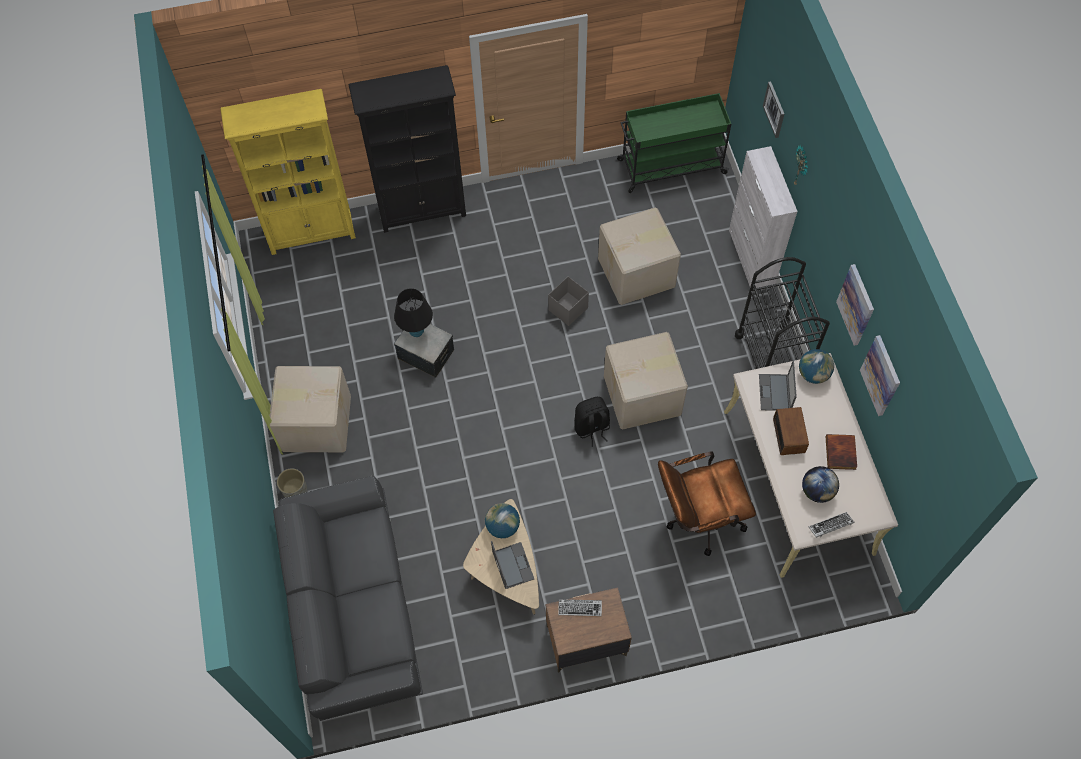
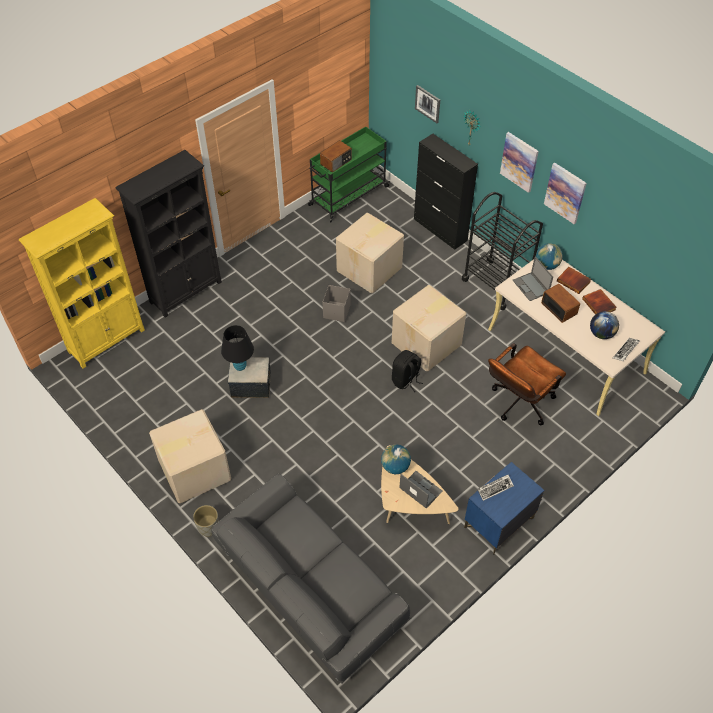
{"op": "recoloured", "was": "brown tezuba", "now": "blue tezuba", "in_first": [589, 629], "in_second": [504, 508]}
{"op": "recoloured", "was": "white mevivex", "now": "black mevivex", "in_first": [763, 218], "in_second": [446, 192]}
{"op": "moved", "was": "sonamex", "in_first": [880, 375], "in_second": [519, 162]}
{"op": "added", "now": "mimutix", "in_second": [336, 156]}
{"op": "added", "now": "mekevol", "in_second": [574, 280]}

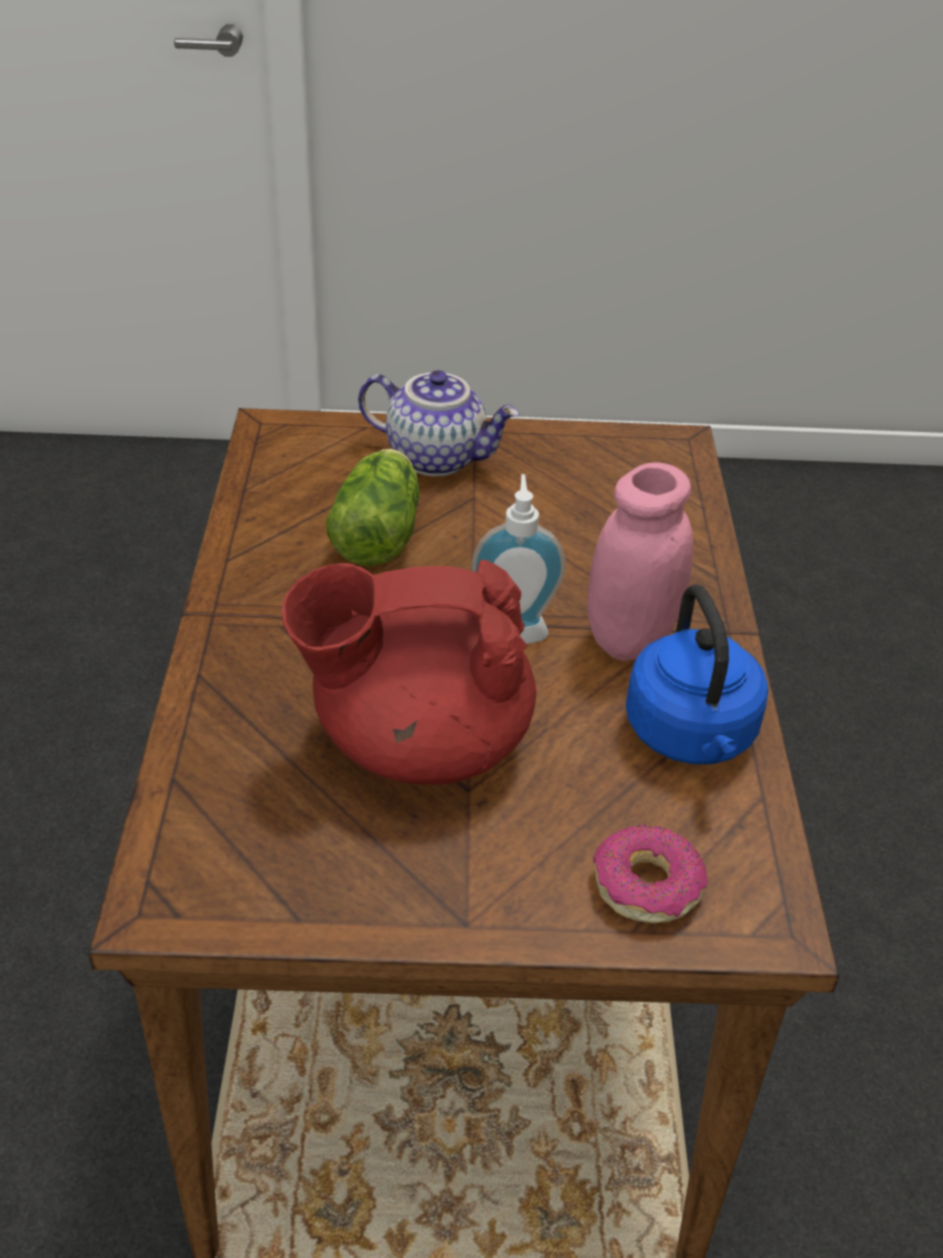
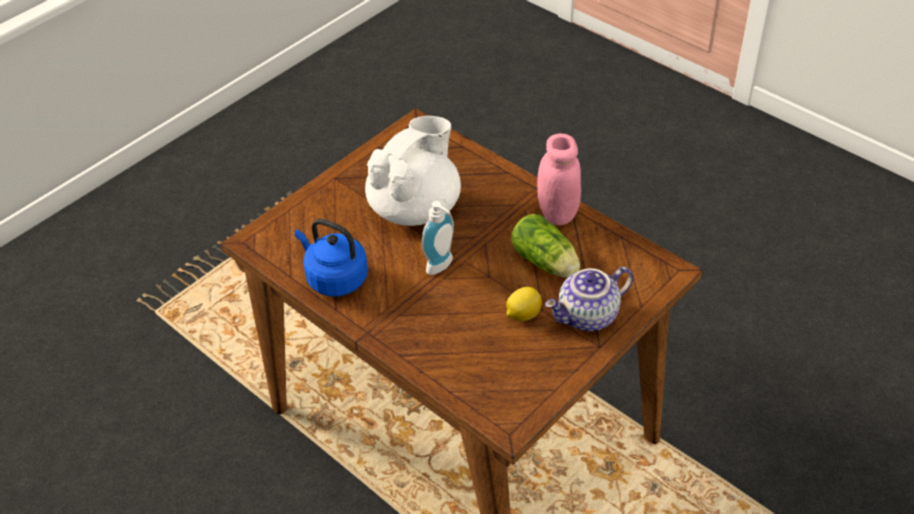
{"op": "recoloured", "was": "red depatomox", "now": "white depatomox", "in_first": [409, 672], "in_second": [413, 171]}
{"op": "moved", "was": "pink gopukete", "in_first": [640, 561], "in_second": [559, 180]}
{"op": "removed", "was": "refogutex", "in_first": [650, 874]}
{"op": "added", "now": "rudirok", "in_second": [524, 304]}

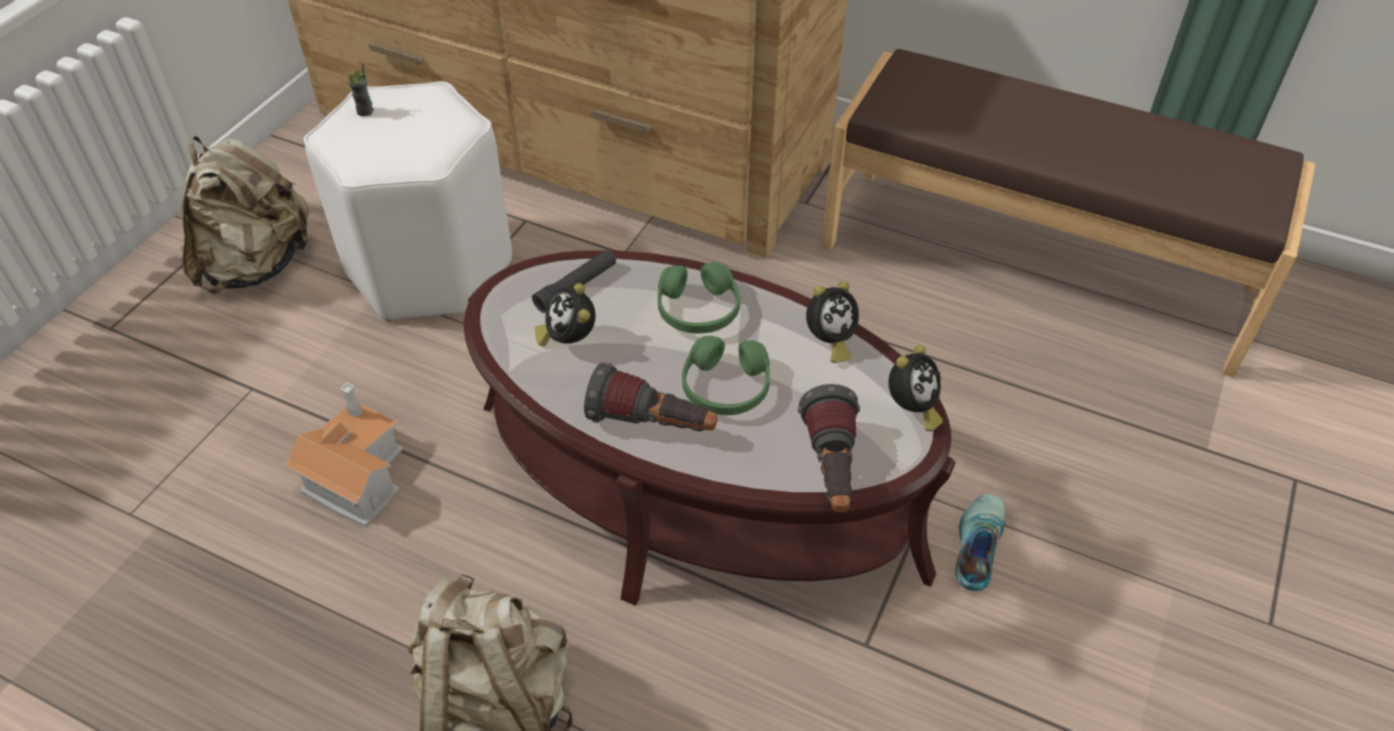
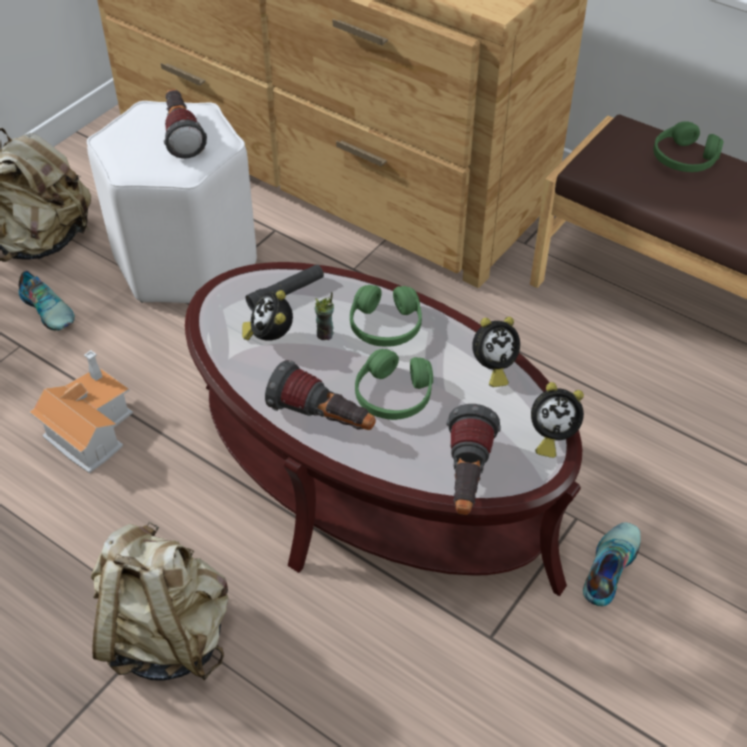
{"op": "moved", "was": "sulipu", "in_first": [360, 89], "in_second": [324, 316]}
{"op": "turned", "was": "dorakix", "in_first": [915, 388], "in_second": [557, 420], "clockwise": 45}
{"op": "added", "now": "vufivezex", "in_second": [47, 301]}
{"op": "added", "now": "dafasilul", "in_second": [185, 124]}
{"op": "added", "now": "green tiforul", "in_second": [688, 146]}

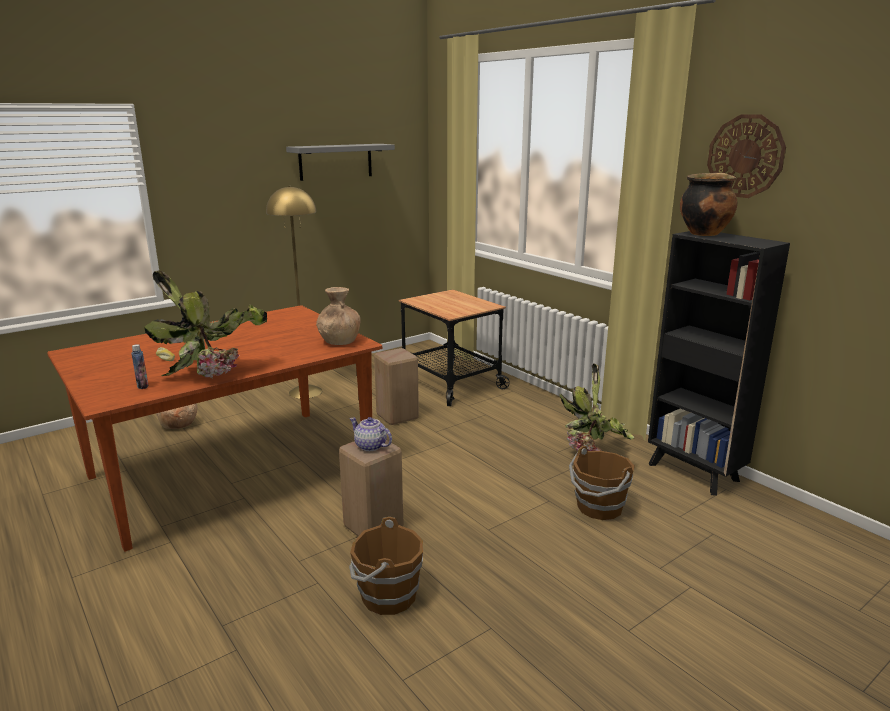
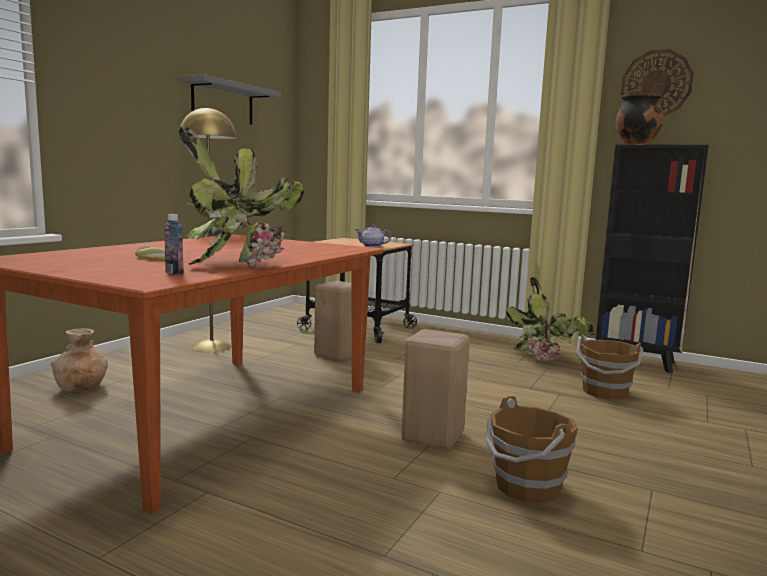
{"op": "removed", "was": "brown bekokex", "in_first": [338, 316]}
{"op": "moved", "was": "depatomox", "in_first": [371, 434], "in_second": [373, 236]}

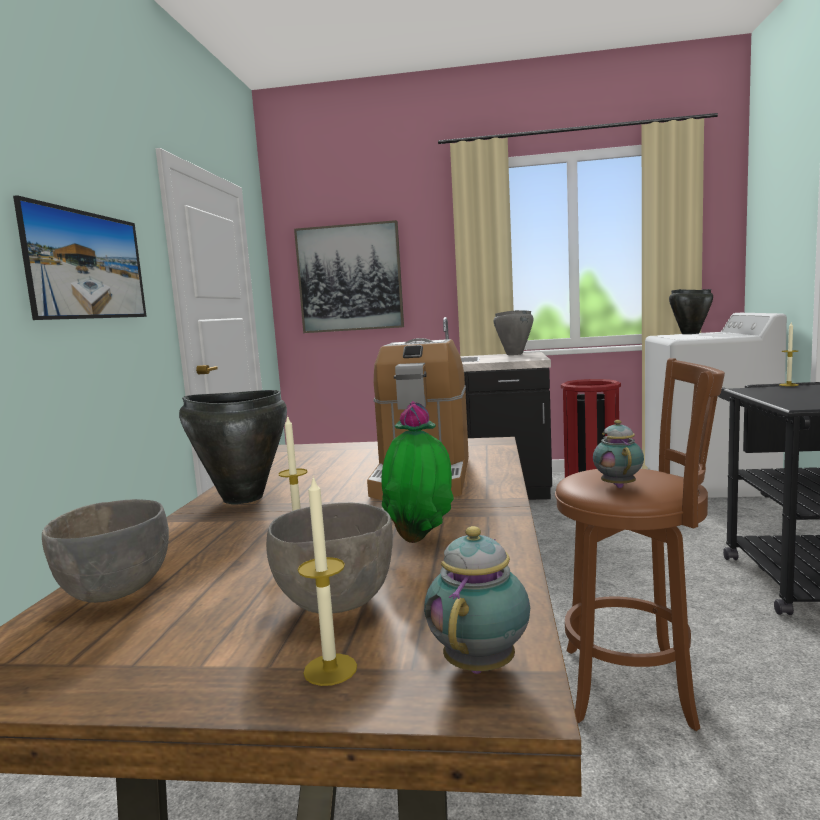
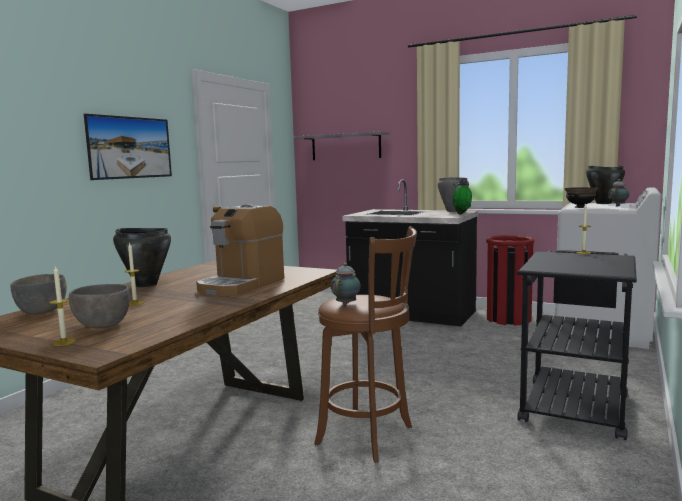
{"op": "replaced", "was": "sonamex", "now": "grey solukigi", "in_first": [349, 276], "in_second": [342, 145]}
{"op": "moved", "was": "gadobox", "in_first": [417, 472], "in_second": [462, 196]}
{"op": "moved", "was": "depatomox", "in_first": [477, 600], "in_second": [618, 193]}
{"op": "added", "now": "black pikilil", "in_second": [581, 197]}

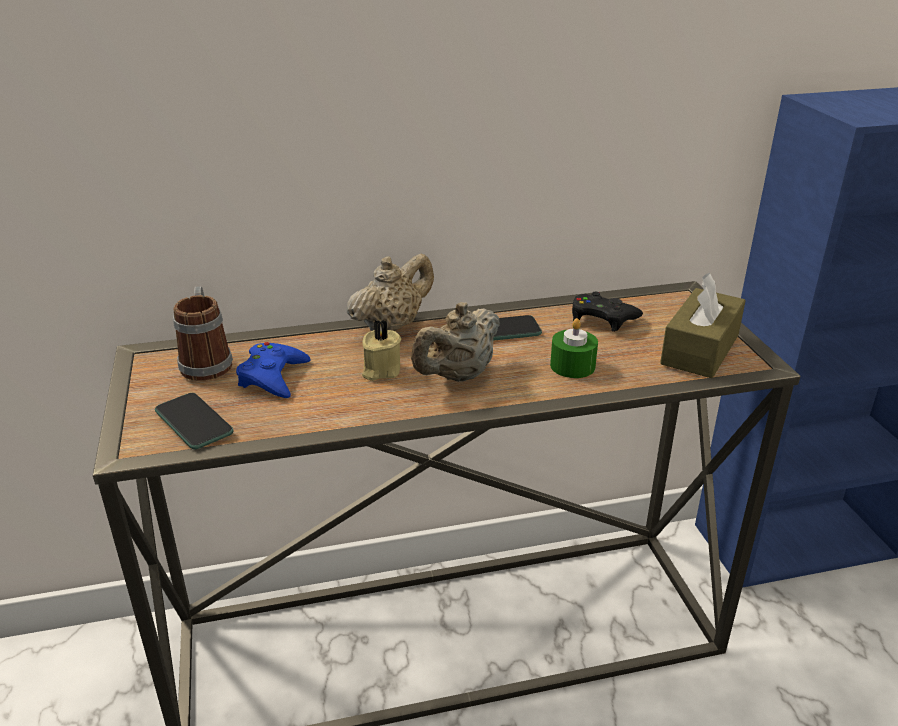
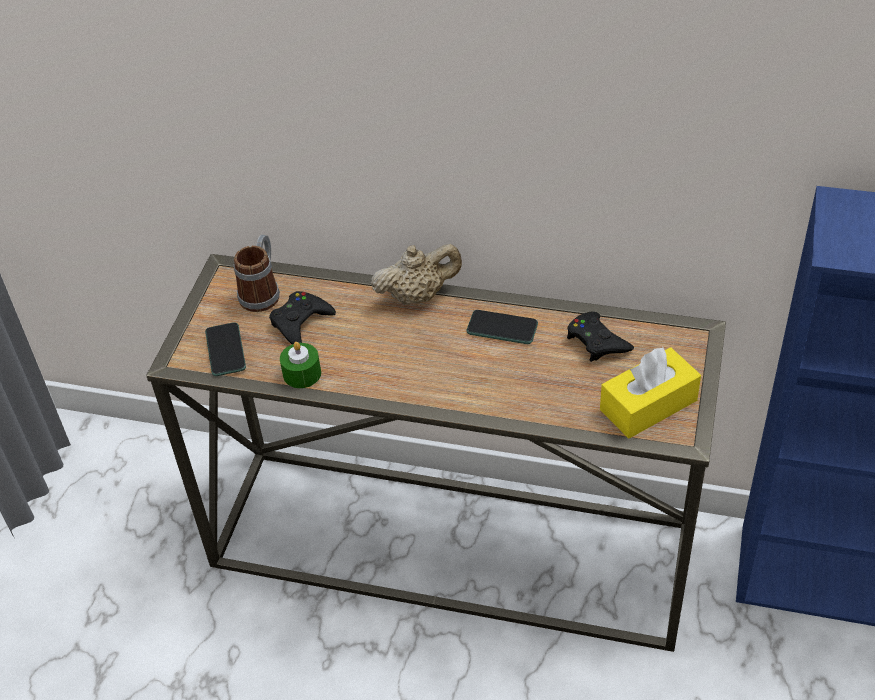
{"op": "recoloured", "was": "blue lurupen", "now": "black lurupen", "in_first": [273, 370], "in_second": [302, 317]}
{"op": "removed", "was": "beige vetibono", "in_first": [381, 350]}
{"op": "removed", "was": "beige depatomox", "in_first": [455, 342]}
{"op": "moved", "was": "green vetibono", "in_first": [574, 348], "in_second": [300, 365]}
{"op": "recoloured", "was": "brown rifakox", "now": "yellow rifakox", "in_first": [703, 325], "in_second": [650, 393]}

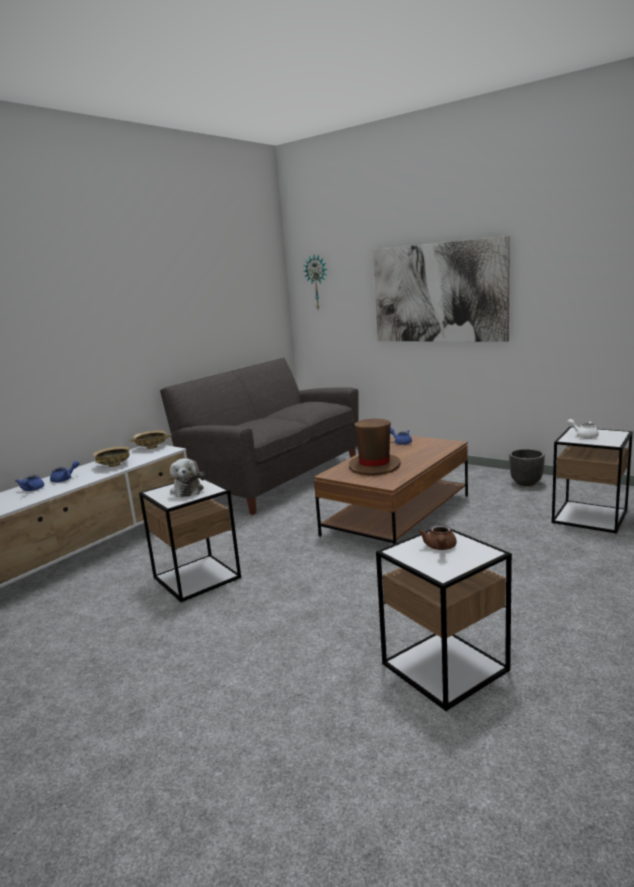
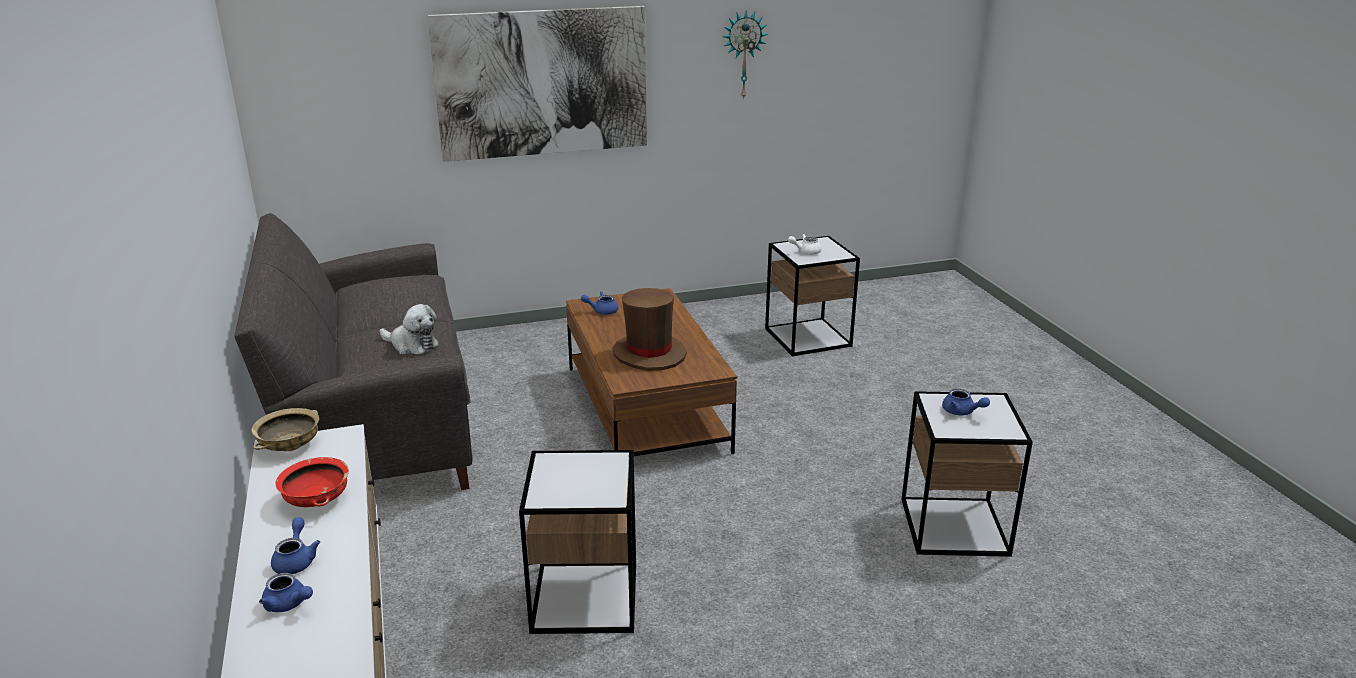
{"op": "recoloured", "was": "beige pikilil", "now": "red pikilil", "in_first": [111, 456], "in_second": [312, 482]}
{"op": "moved", "was": "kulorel", "in_first": [187, 477], "in_second": [409, 329]}
{"op": "moved", "was": "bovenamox", "in_first": [315, 282], "in_second": [745, 55]}
{"op": "recoloured", "was": "brown depatomox", "now": "blue depatomox", "in_first": [437, 537], "in_second": [966, 402]}
{"op": "removed", "was": "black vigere", "in_first": [527, 467]}

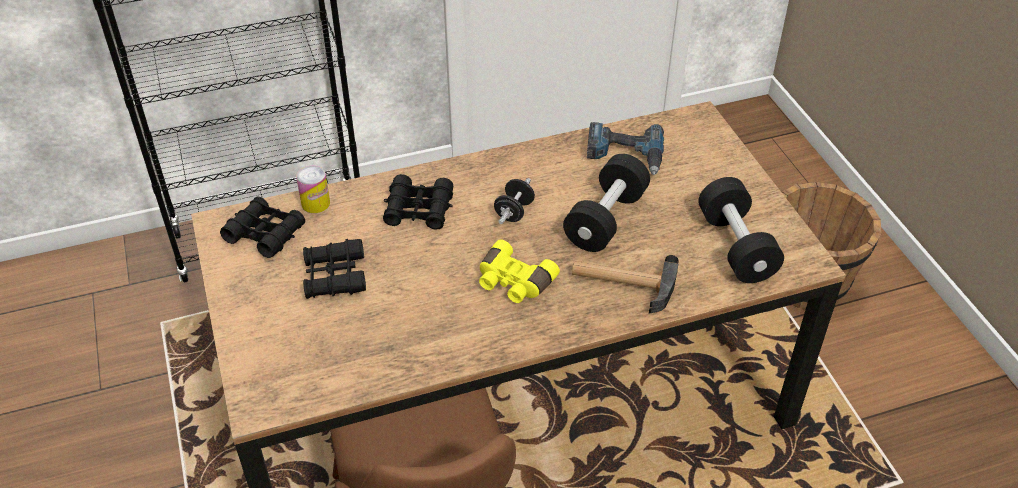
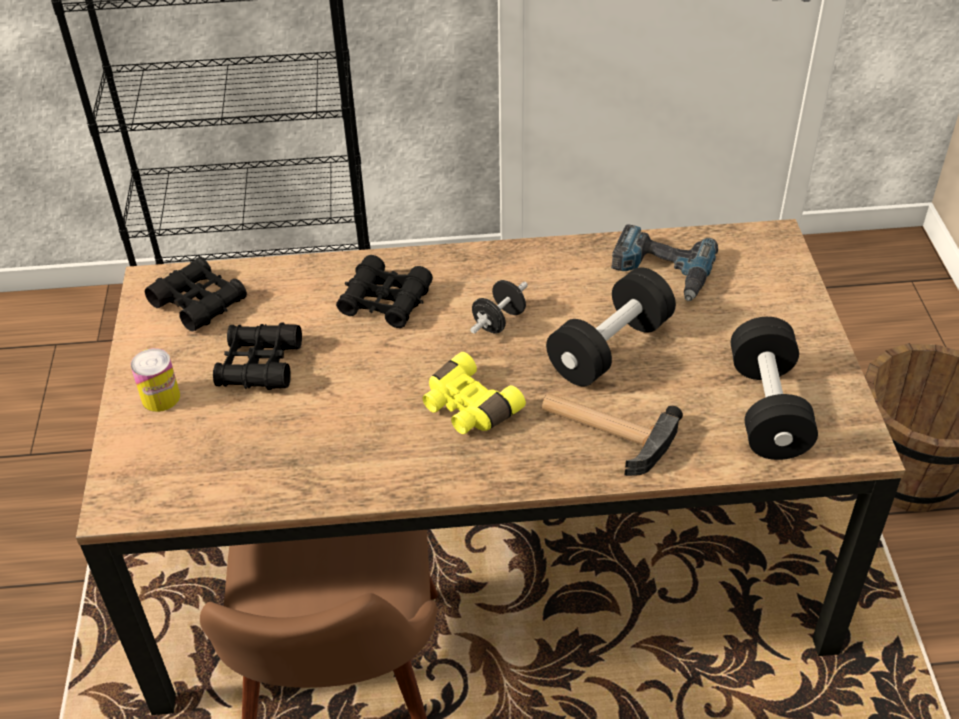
{"op": "moved", "was": "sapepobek", "in_first": [313, 189], "in_second": [155, 380]}

